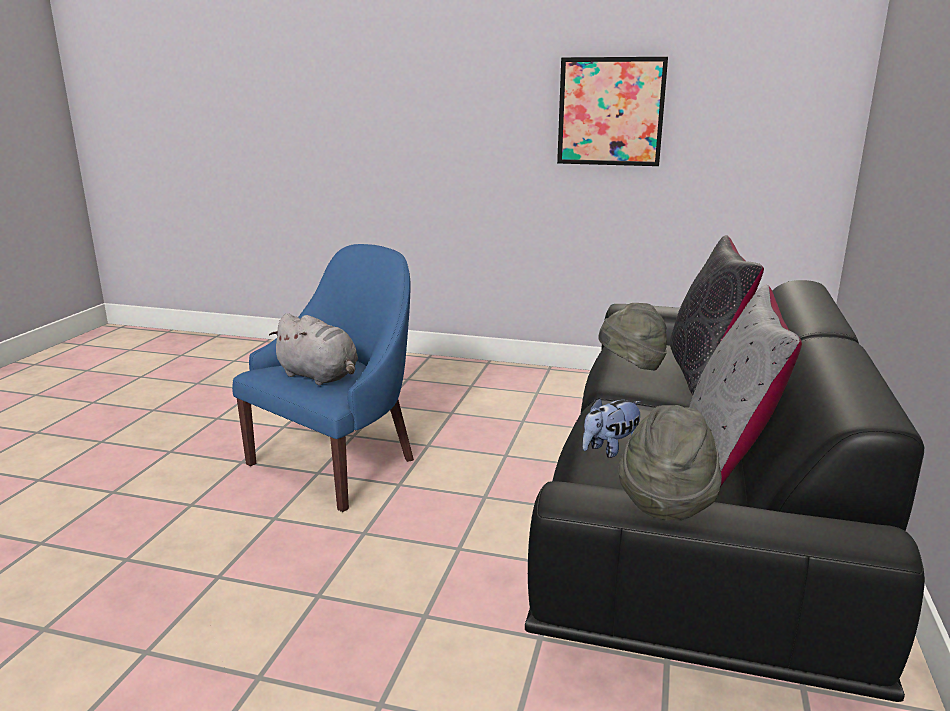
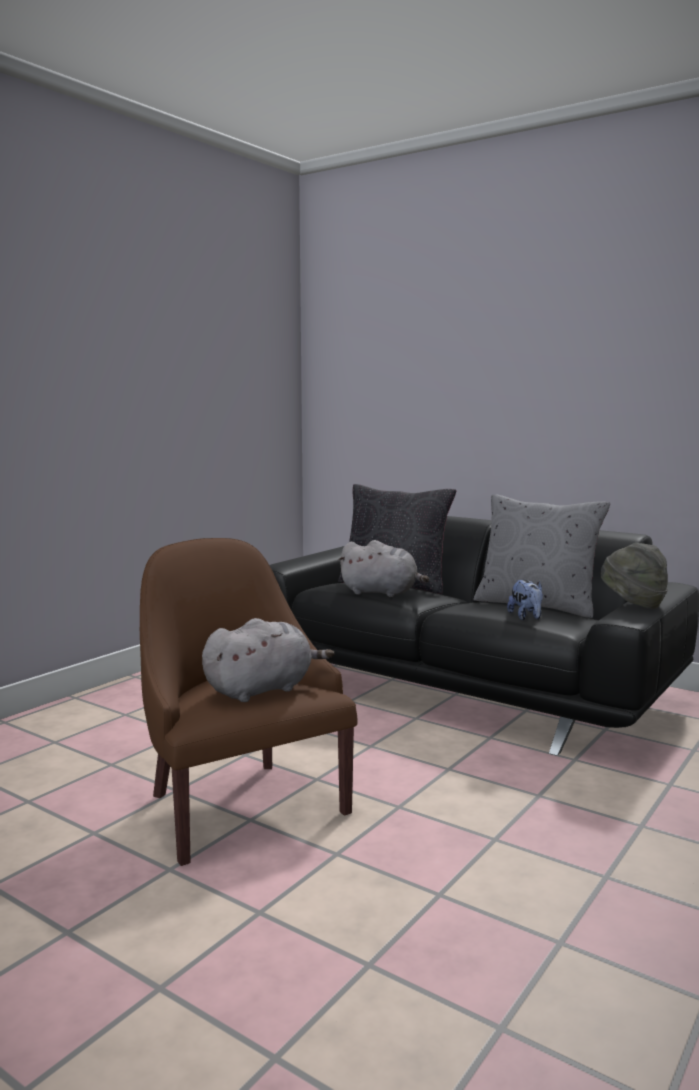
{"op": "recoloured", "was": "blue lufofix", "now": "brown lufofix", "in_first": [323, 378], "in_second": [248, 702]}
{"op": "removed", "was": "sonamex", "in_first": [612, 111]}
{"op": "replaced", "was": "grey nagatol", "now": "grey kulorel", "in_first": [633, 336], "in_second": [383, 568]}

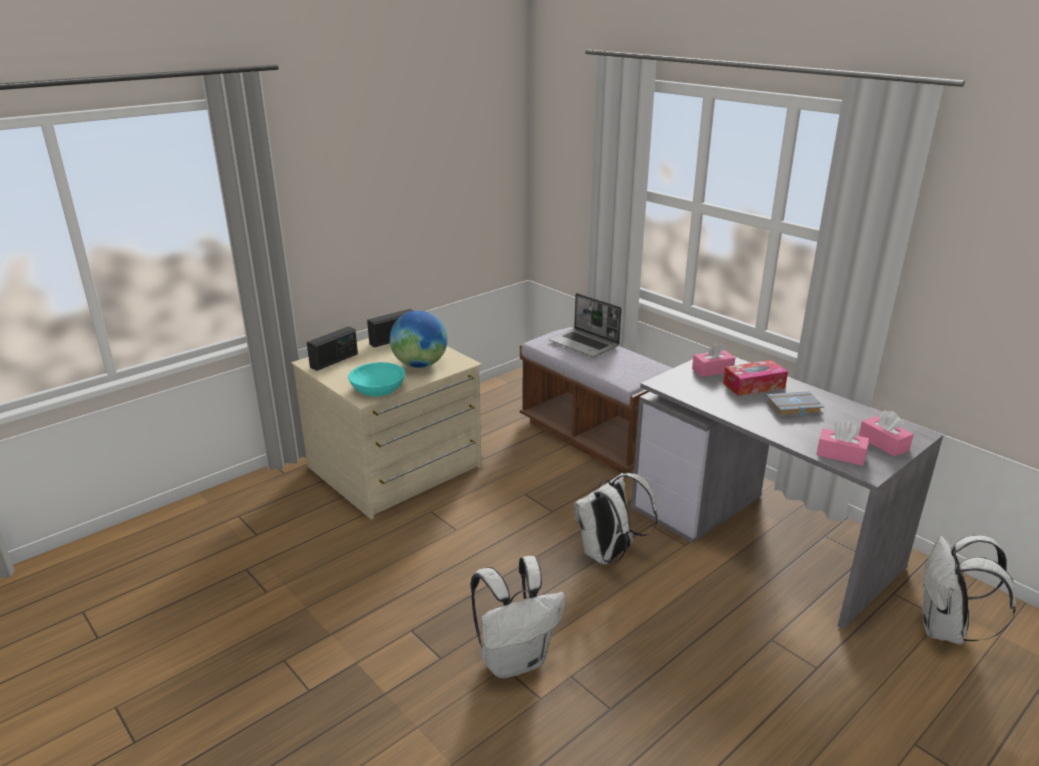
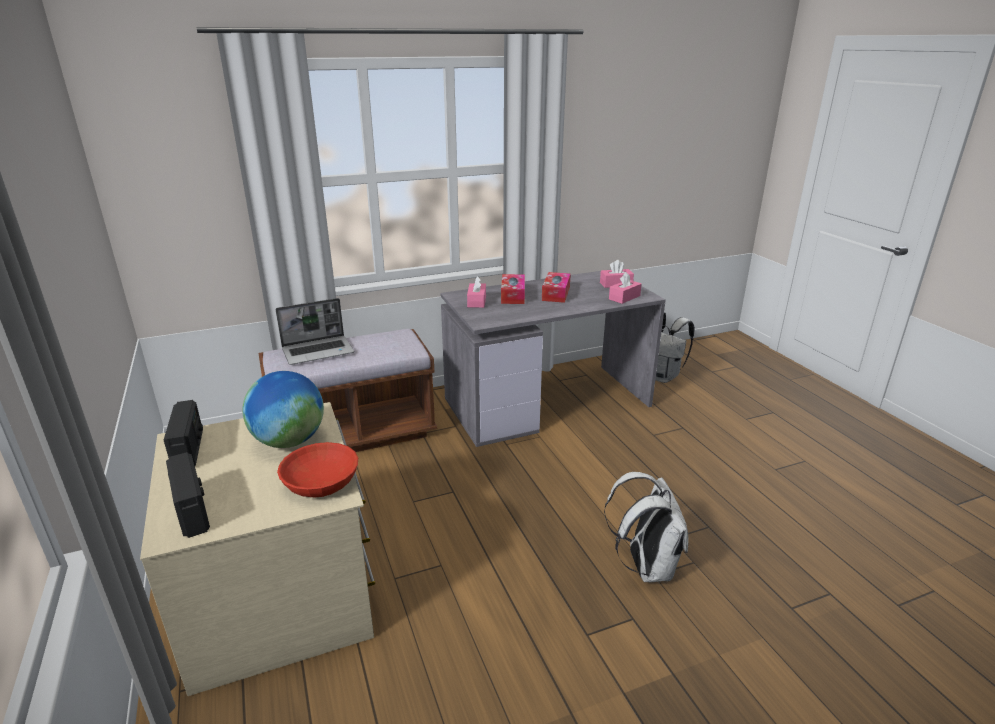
{"op": "recoloured", "was": "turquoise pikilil", "now": "red pikilil", "in_first": [376, 379], "in_second": [317, 469]}
{"op": "removed", "was": "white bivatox", "in_first": [616, 519]}
{"op": "replaced", "was": "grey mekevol", "now": "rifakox", "in_first": [794, 404], "in_second": [556, 287]}

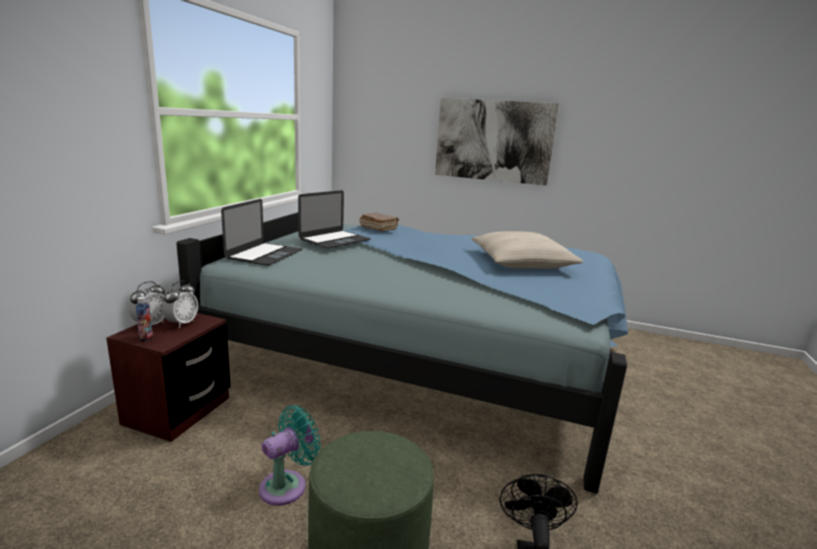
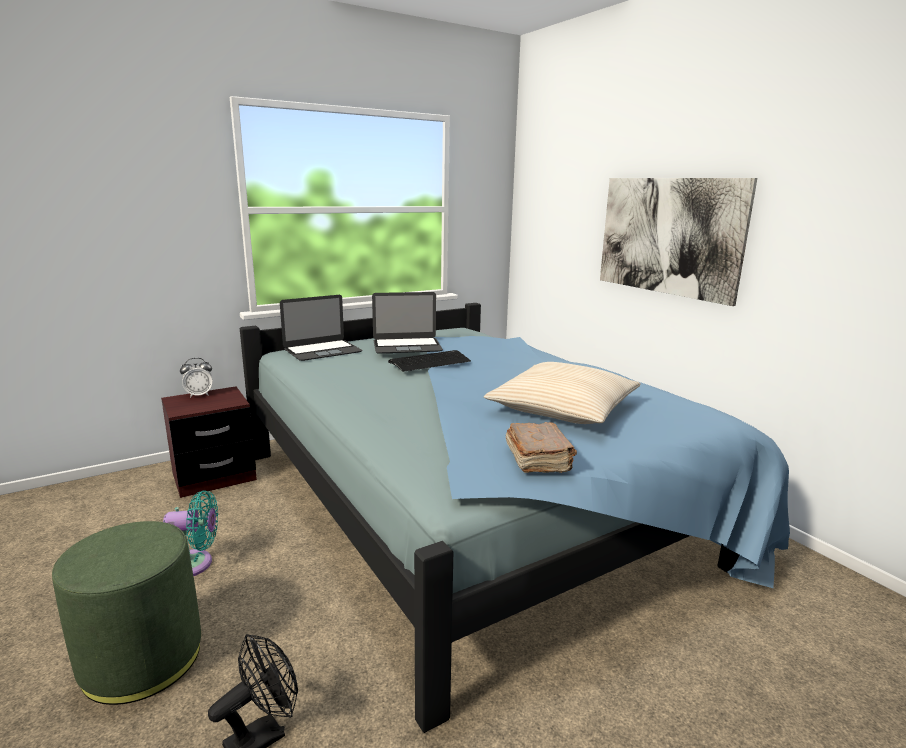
{"op": "removed", "was": "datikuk", "in_first": [144, 319]}
{"op": "removed", "was": "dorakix", "in_first": [180, 304]}
{"op": "moved", "was": "brown mekevol", "in_first": [379, 222], "in_second": [541, 447]}
{"op": "added", "now": "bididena", "in_second": [429, 361]}

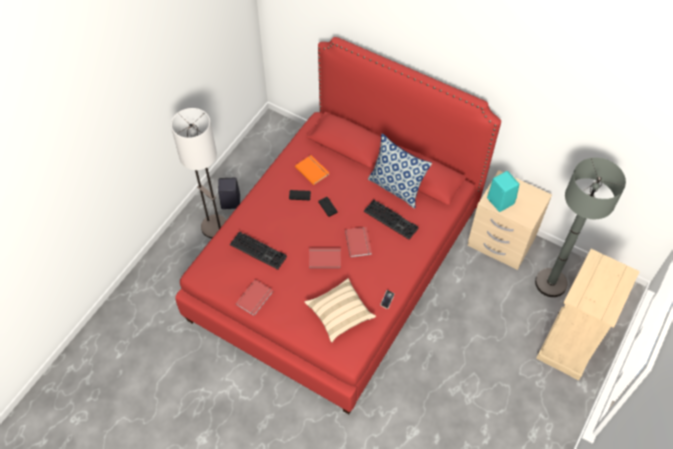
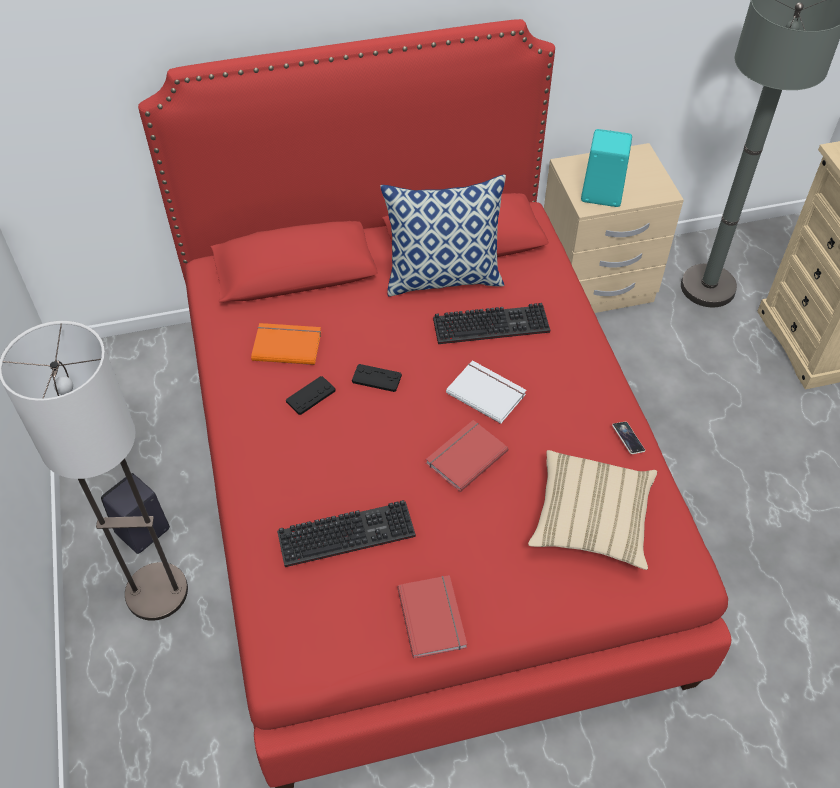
{"op": "recoloured", "was": "red mekevol", "now": "white mekevol", "in_first": [358, 242], "in_second": [486, 392]}

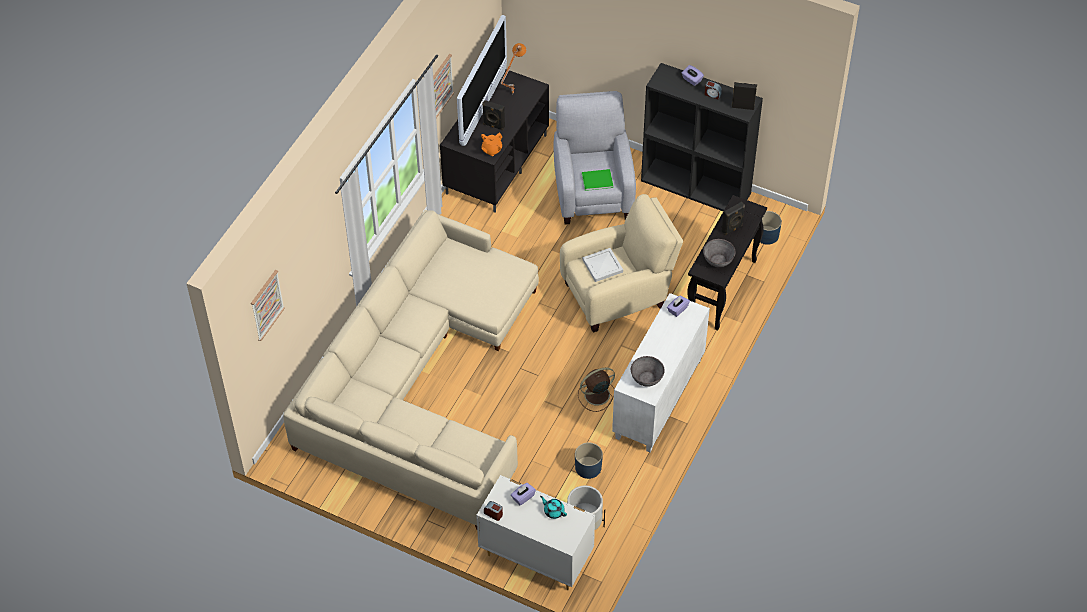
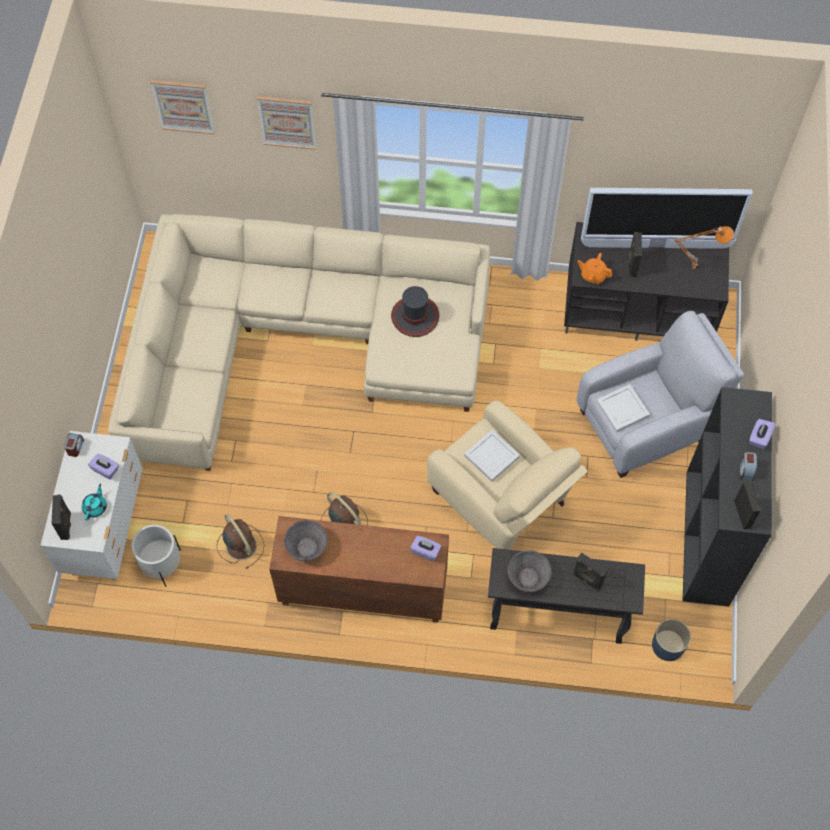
{"op": "moved", "was": "sonamex", "in_first": [443, 86], "in_second": [286, 123]}
{"op": "replaced", "was": "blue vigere", "now": "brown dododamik", "in_first": [589, 461], "in_second": [240, 541]}
{"op": "replaced", "was": "green mekevol", "now": "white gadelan", "in_first": [597, 180], "in_second": [623, 408]}
{"op": "recoloured", "was": "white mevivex", "now": "brown mevivex", "in_first": [661, 373], "in_second": [359, 569]}
{"op": "added", "now": "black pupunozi", "in_second": [61, 517]}
{"op": "added", "now": "nagatol", "in_second": [415, 311]}

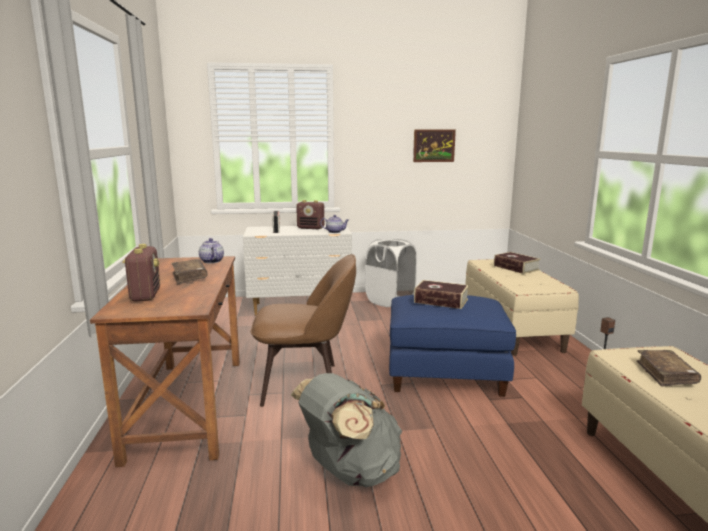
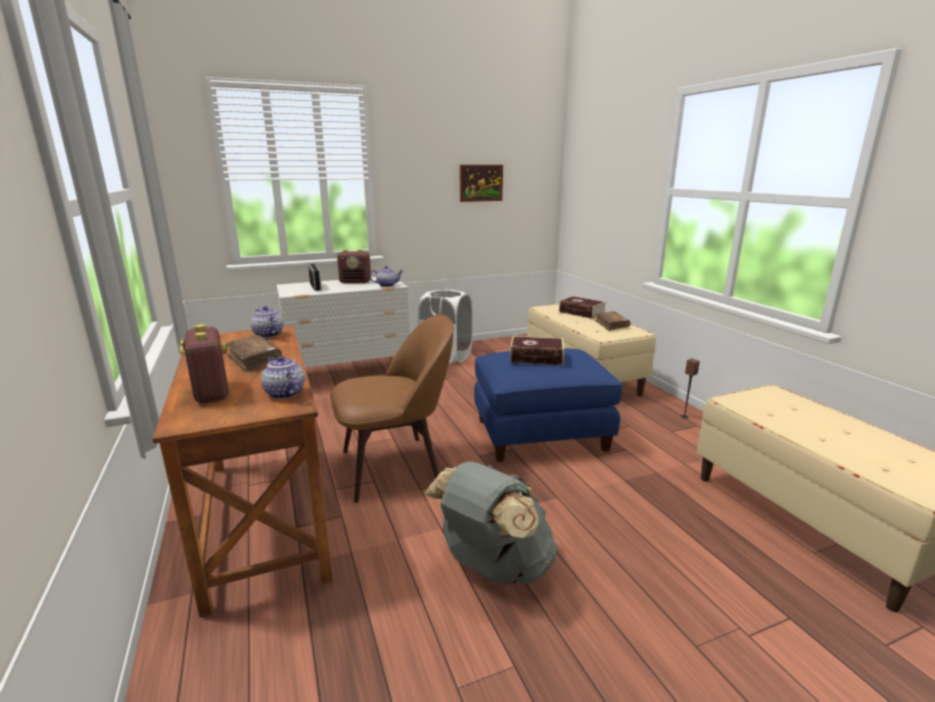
{"op": "moved", "was": "brown mekevol", "in_first": [668, 368], "in_second": [612, 321]}
{"op": "added", "now": "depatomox", "in_second": [283, 377]}

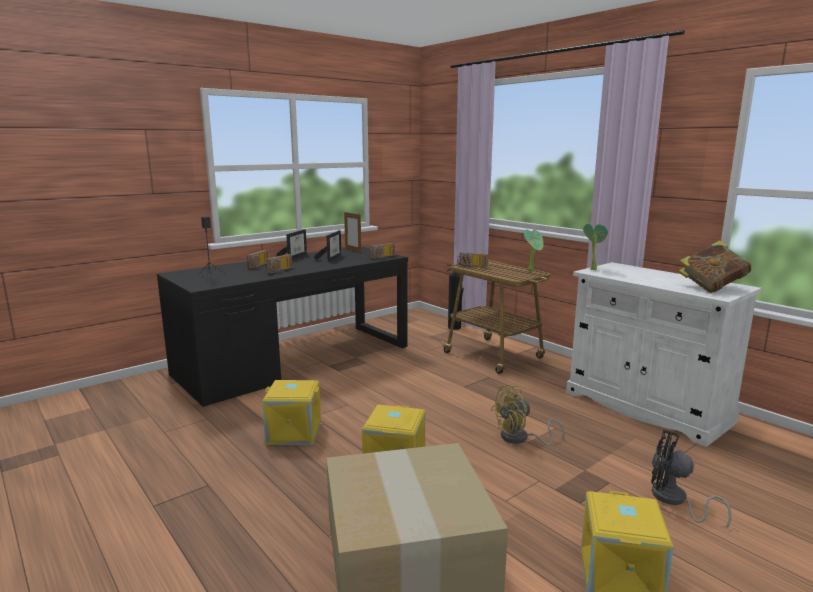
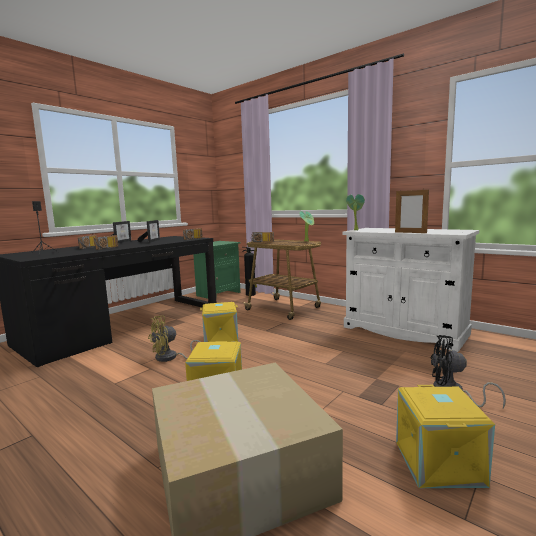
{"op": "moved", "was": "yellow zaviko", "in_first": [291, 412], "in_second": [219, 322]}
{"op": "moved", "was": "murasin", "in_first": [352, 231], "in_second": [412, 210]}
{"op": "moved", "was": "yellow dododamik", "in_first": [528, 415], "in_second": [174, 338]}
{"op": "removed", "was": "mekevol", "in_first": [715, 266]}
{"op": "added", "now": "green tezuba", "in_second": [217, 270]}

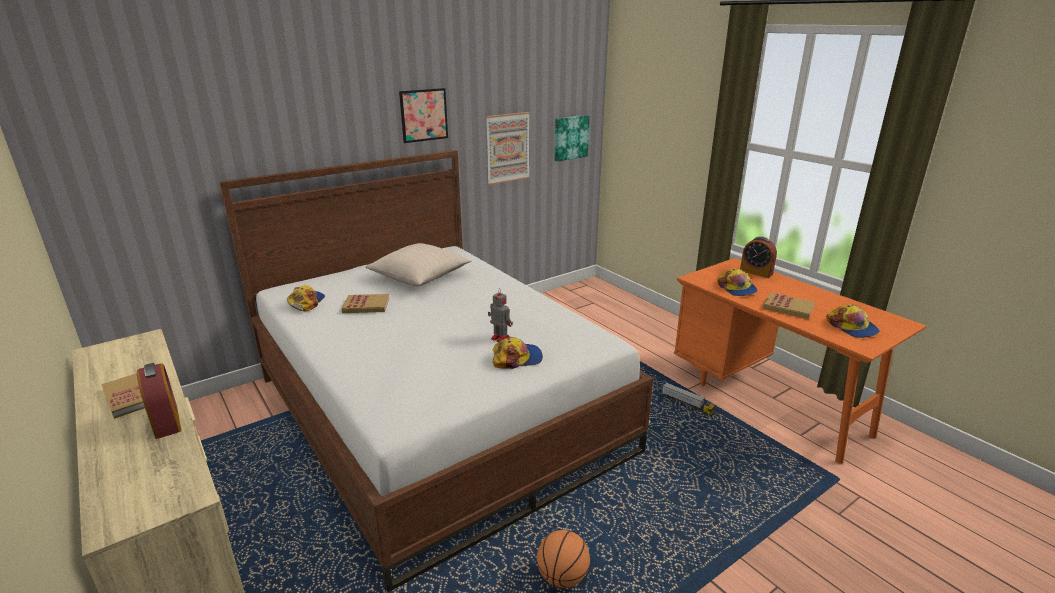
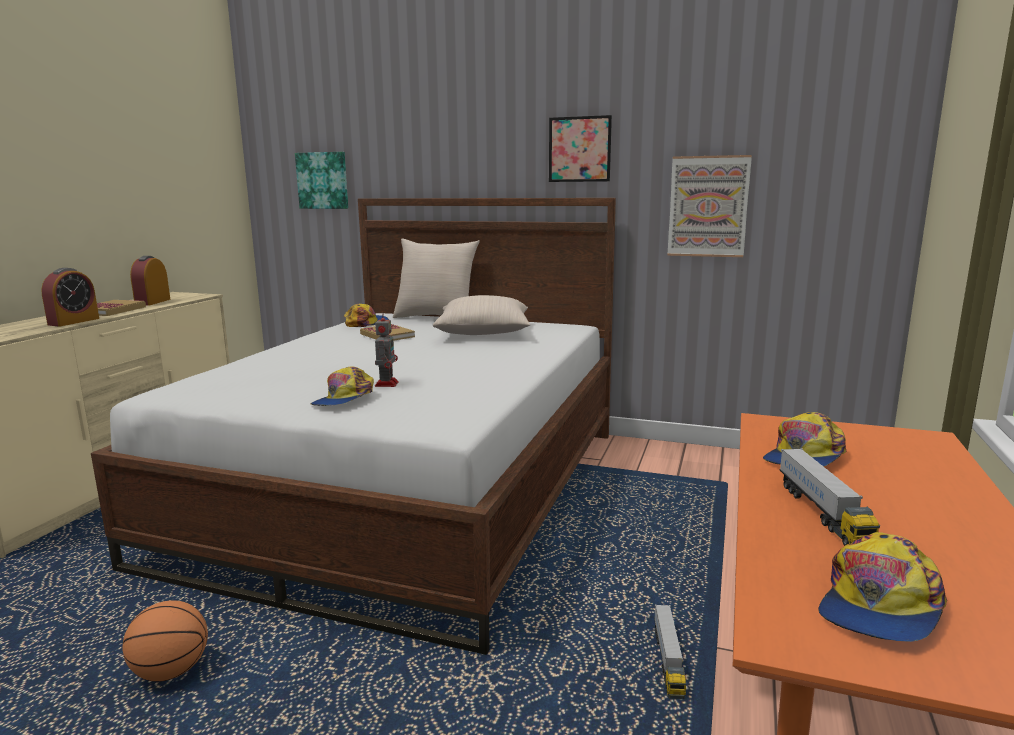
{"op": "turned", "was": "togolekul", "in_first": [517, 353], "in_second": [342, 386], "clockwise": 75}
{"op": "moved", "was": "sonamex", "in_first": [572, 138], "in_second": [321, 180]}
{"op": "moved", "was": "dorakix", "in_first": [758, 257], "in_second": [150, 281]}
{"op": "replaced", "was": "mekevol", "now": "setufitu", "in_first": [789, 306], "in_second": [830, 497]}
{"op": "added", "now": "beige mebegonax", "in_second": [436, 278]}

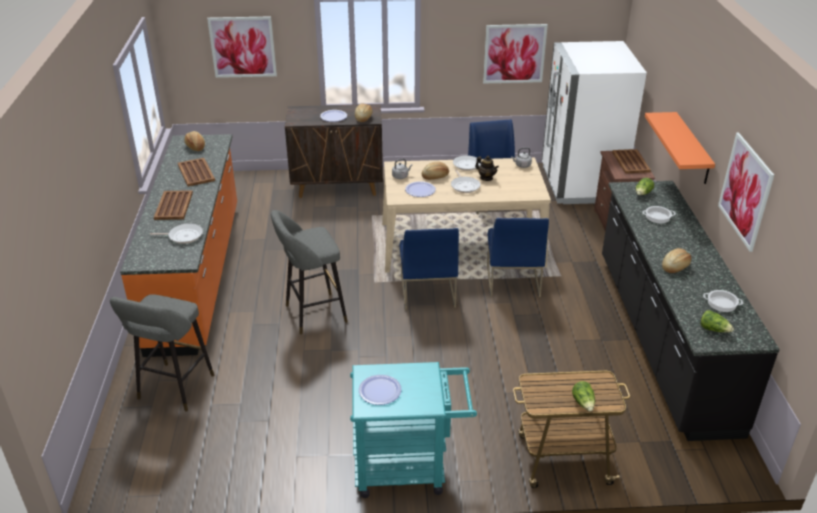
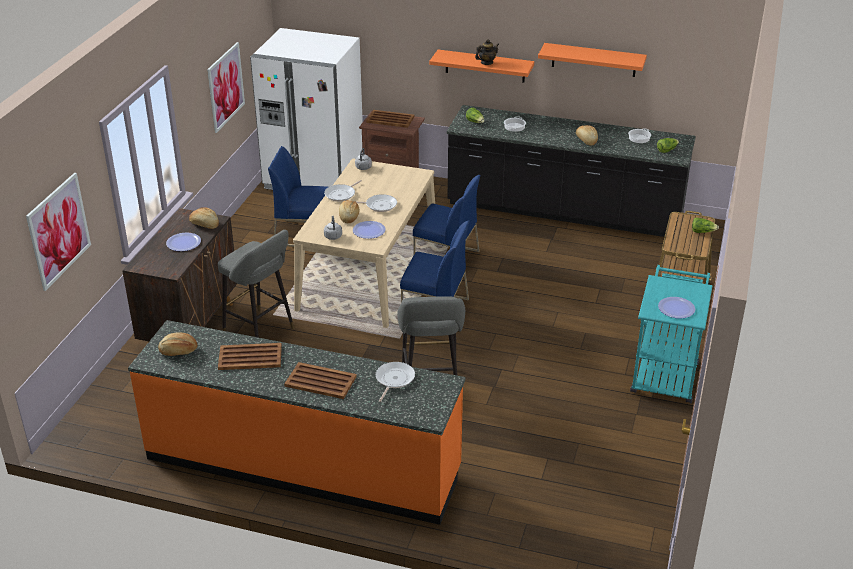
{"op": "moved", "was": "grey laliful", "in_first": [162, 352], "in_second": [256, 284]}
{"op": "moved", "was": "depatomox", "in_first": [487, 168], "in_second": [487, 52]}
{"op": "replaced", "was": "sonamex", "now": "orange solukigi", "in_first": [746, 192], "in_second": [592, 60]}

